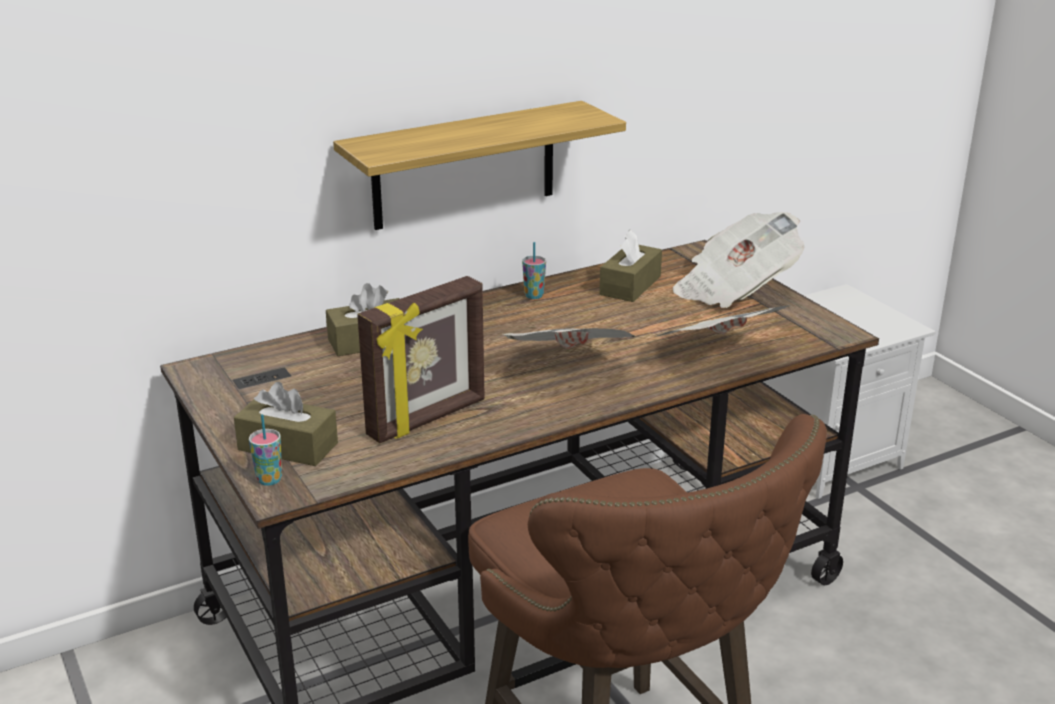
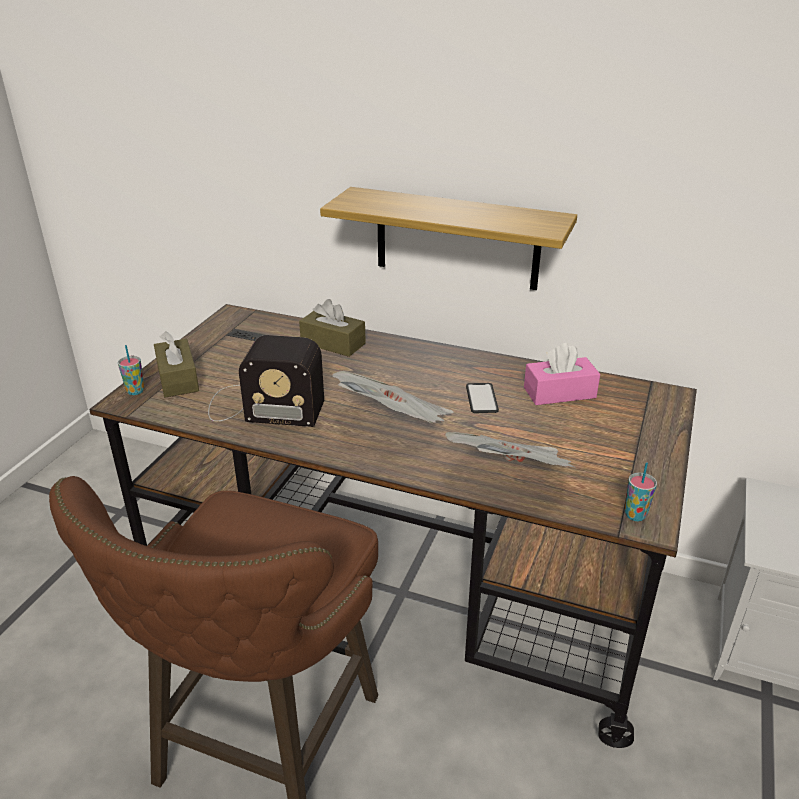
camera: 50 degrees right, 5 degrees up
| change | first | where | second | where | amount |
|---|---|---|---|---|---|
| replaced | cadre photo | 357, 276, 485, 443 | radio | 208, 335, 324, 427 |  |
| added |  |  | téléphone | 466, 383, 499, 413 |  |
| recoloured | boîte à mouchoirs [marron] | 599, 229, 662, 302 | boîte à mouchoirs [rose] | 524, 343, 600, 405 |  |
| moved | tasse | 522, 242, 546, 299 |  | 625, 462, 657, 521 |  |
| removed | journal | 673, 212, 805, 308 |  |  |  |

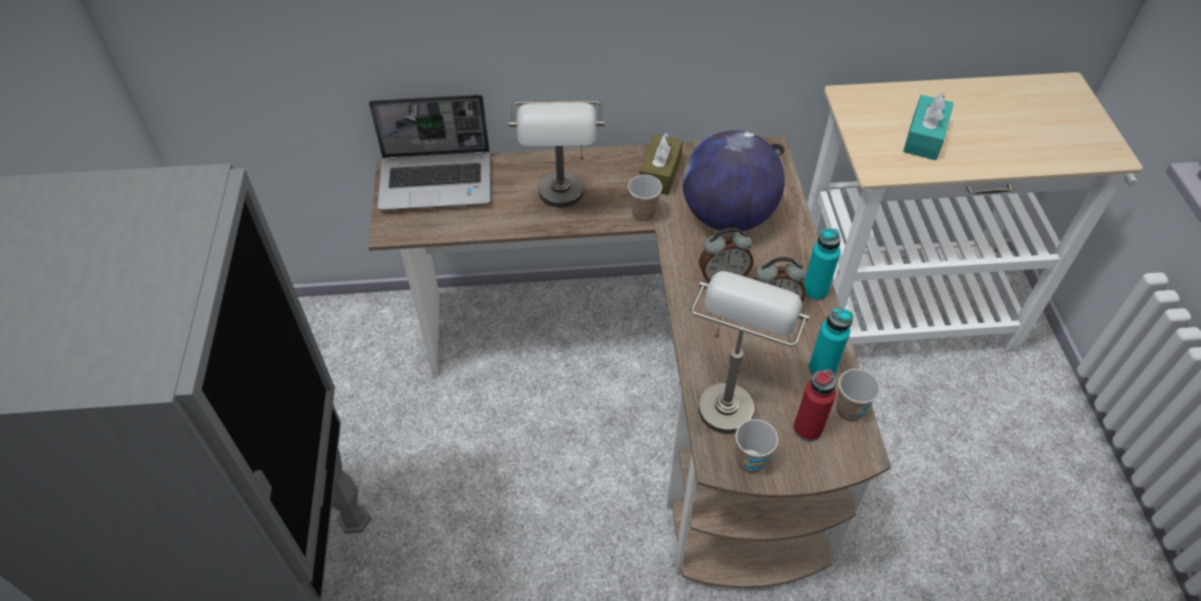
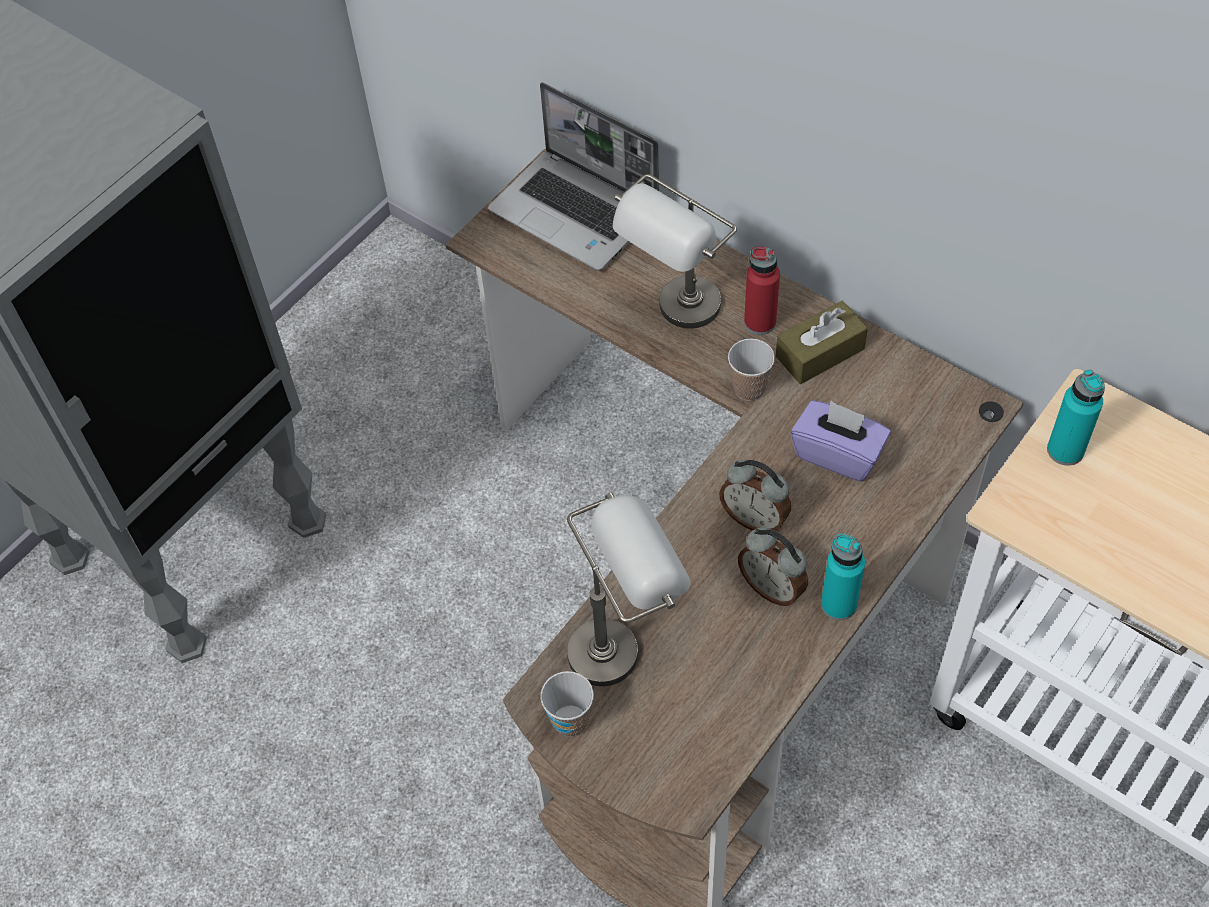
camera: 45 degrees right, 5 degrees up
| change | first | where | second | where | amount |
|---|---|---|---|---|---|
| moved | bouteille [rouge] | 793, 369, 836, 442 |  | 744, 247, 780, 335 |  |
| replaced | globe | 682, 130, 785, 232 | boîte à mouchoirs [violet] | 791, 400, 891, 481 |  |
| moved | bouteille [turquoise] | 809, 307, 853, 376 |  | 1047, 370, 1105, 466 |  |
| removed | tasse | 836, 369, 880, 422 |  |  |  |
| removed | boîte à mouchoirs [turquoise] | 903, 92, 954, 160 |  |  |  |

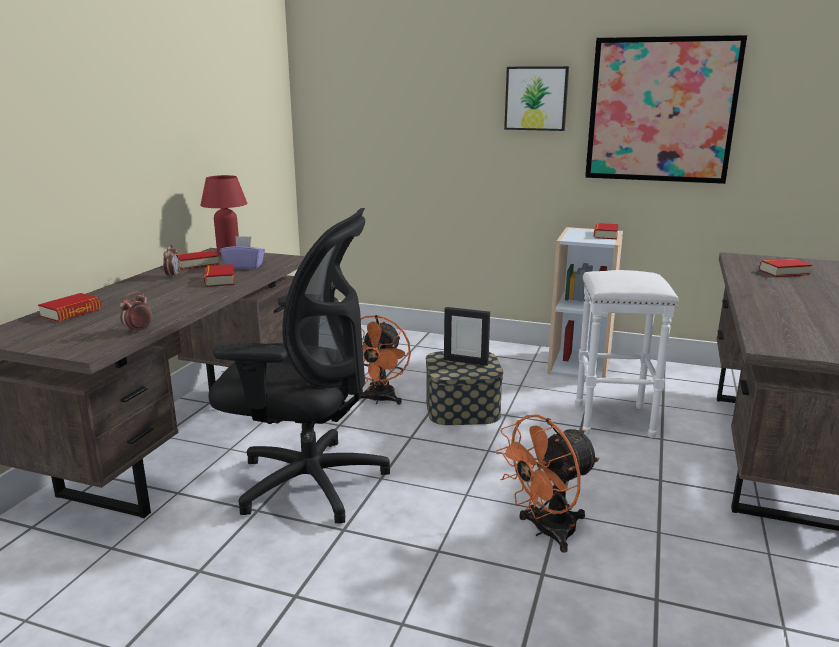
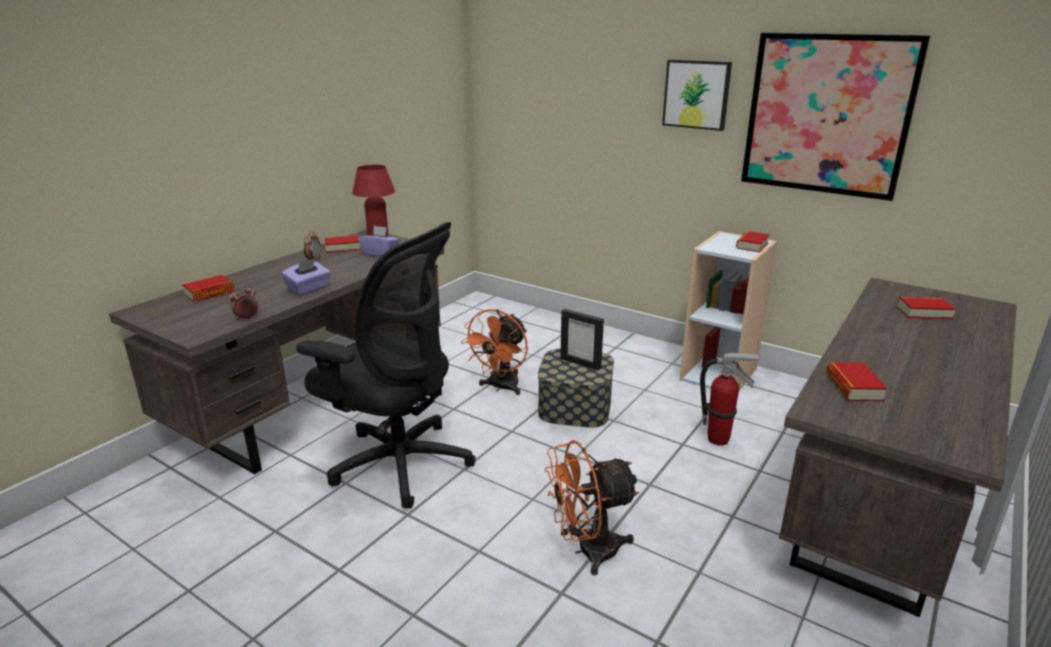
camera: 15 degrees right, 5 degrees up
| change | first | where | second | where | amount |
|---|---|---|---|---|---|
| added |  |  | boîte à mouchoirs [violet] | 281, 259, 330, 296 |  |
| replaced | tabouret [blanc] | 576, 270, 678, 438 | extincteur | 700, 353, 761, 445 |  |
| moved | livre | 204, 264, 234, 287 |  | 826, 362, 887, 401 |  |

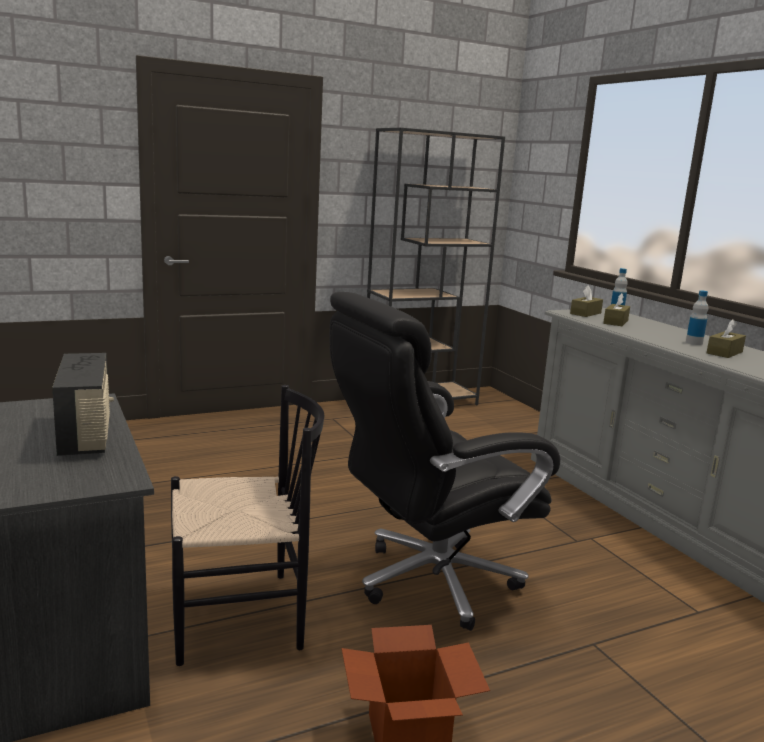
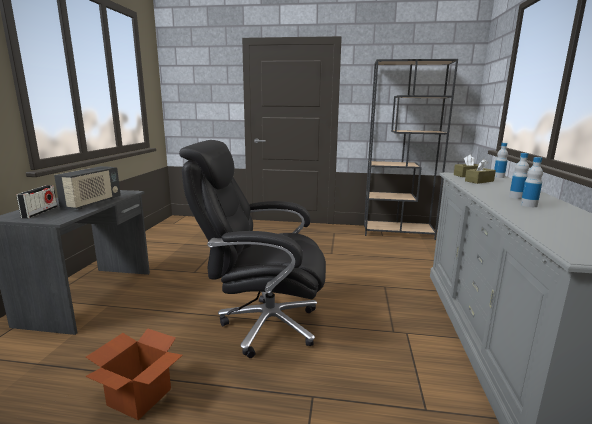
camera: 35 degrees right, 0 degrees up
| change | first | where | second | where | amount |
|---|---|---|---|---|---|
| added |  |  | radio | 16, 185, 57, 219 |  |
| replaced | boîte à mouchoirs [marron] | 707, 319, 746, 358 | bouteille | 521, 157, 543, 207 |  |
| removed | chaise [noir] | 171, 385, 324, 666 |  |  |  |

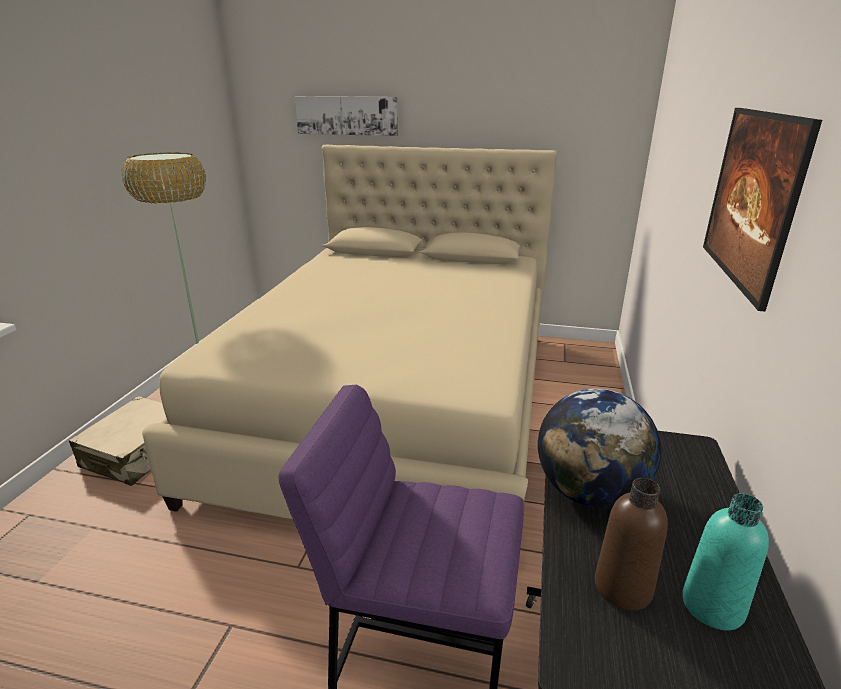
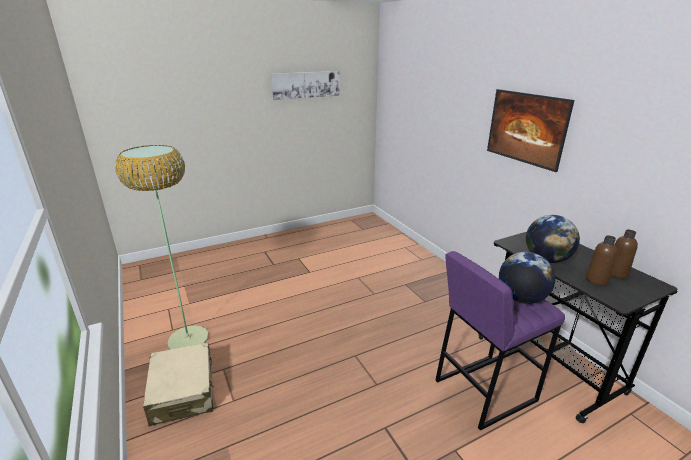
camera: 40 degrees left, 0 degrees up
| change | first | where | second | where | amount |
|---|---|---|---|---|---|
| moved | tableau | 295, 96, 398, 136 |  | 271, 71, 340, 100 |  |
| added |  |  | globe | 499, 252, 555, 304 |  |
| recoloured | bouteille [turquoise] | 682, 493, 769, 630 | bouteille [marron] | 611, 230, 638, 278 |  |
| removed | lit [beige] | 142, 145, 557, 519 |  |  |  |

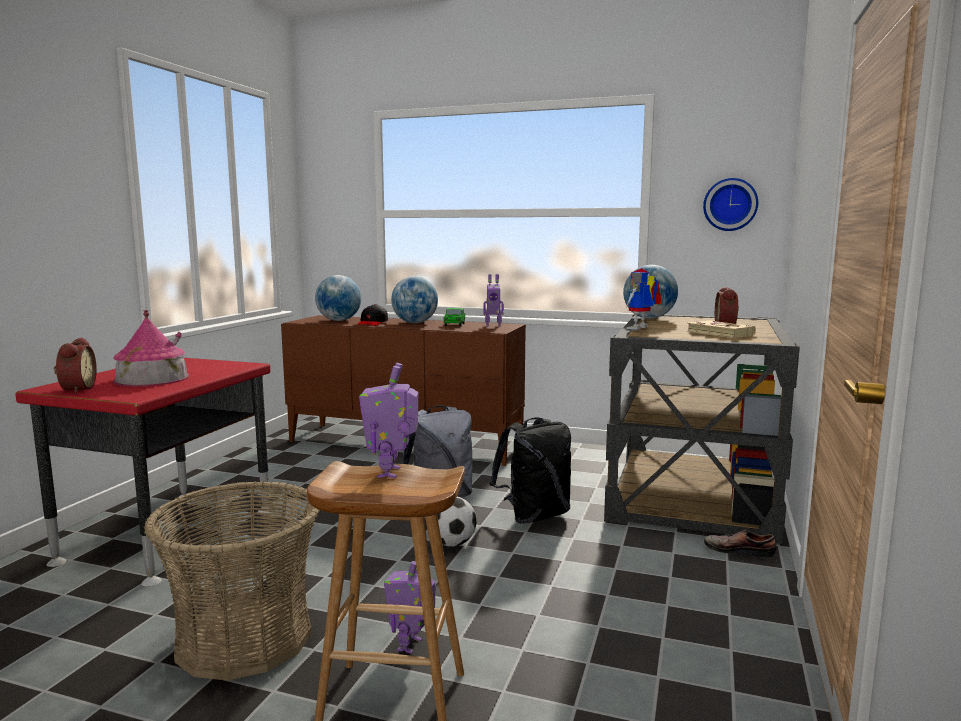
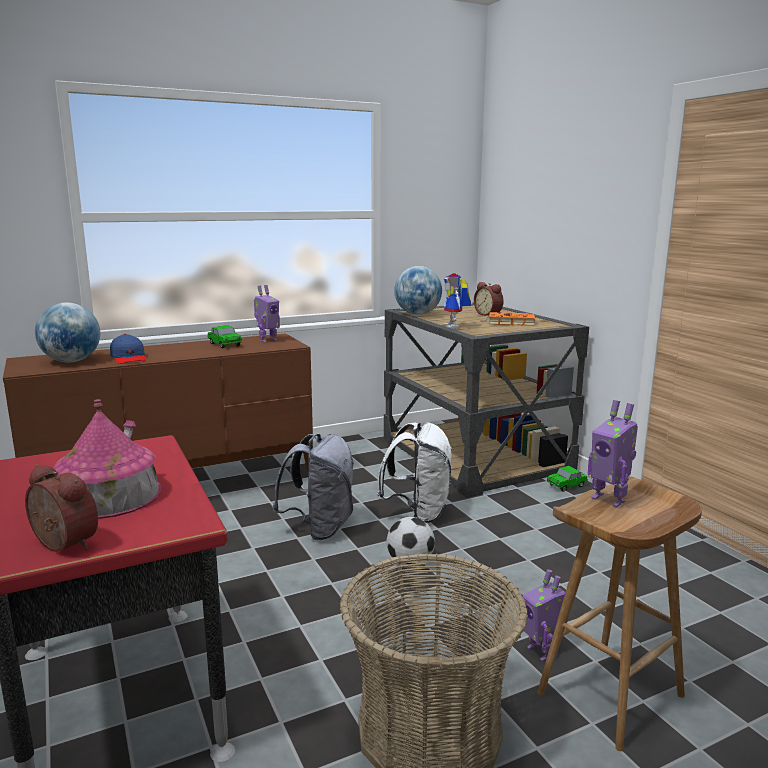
camera: 45 degrees left, 5 degrees up
| change | first | where | second | where | amount |
|---|---|---|---|---|---|
| recoloured | casquette [noir] | 357, 304, 388, 326 | casquette [bleu] | 110, 334, 146, 364 |  |
| recoloured | sac à dos [noir] | 490, 417, 571, 524 | sac à dos [blanc] | 377, 422, 453, 523 |  |
| recoloured | livre [beige] | 687, 320, 756, 338 | livre [orange] | 480, 312, 535, 326 |  |
| replaced | chaussure | 704, 530, 776, 558 | petite voiture | 547, 466, 588, 492 |  |
| removed | globe | 391, 276, 438, 323 |  |  |  |
| removed | horloge murale | 703, 178, 758, 231 |  |  |  |

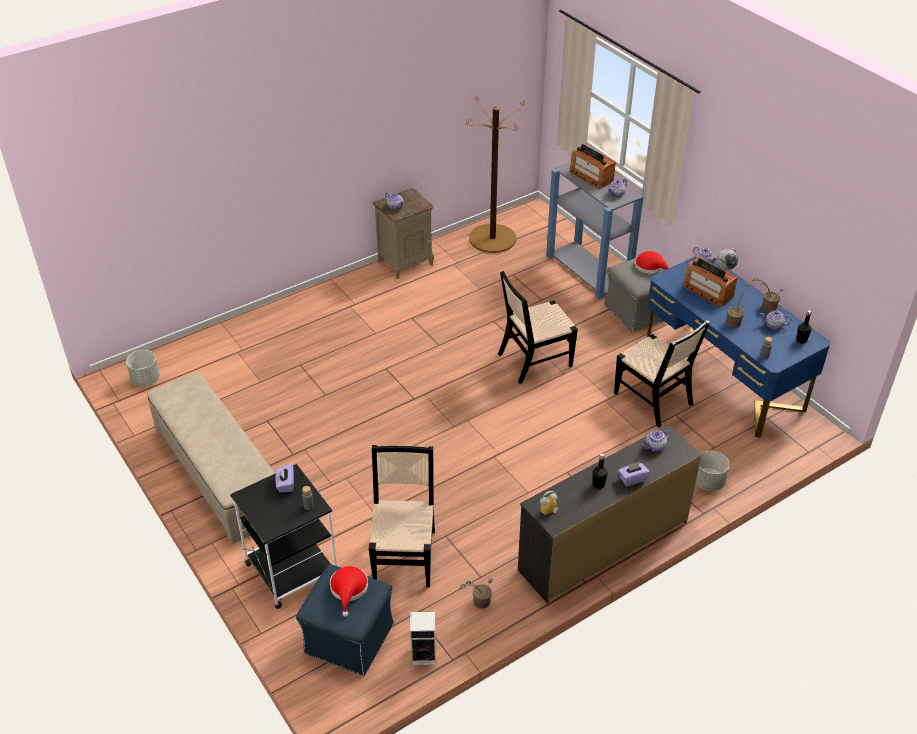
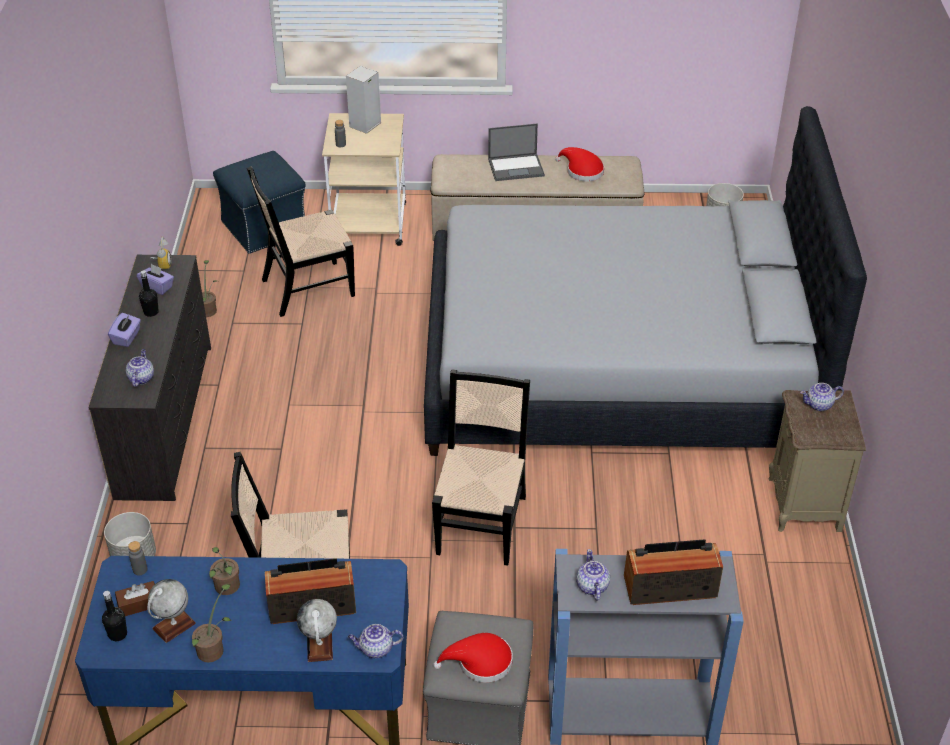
camera: 125 degrees right, 0 degrees up
| change | first | where | second | where | amount |
|---|---|---|---|---|---|
| added |  |  | boîte à mouchoirs [marron] | 115, 581, 155, 616 |  |
| moved | boîte à mouchoirs [violet] | 275, 464, 294, 493 |  | 137, 264, 174, 295 |  |
| replaced | théière | 760, 311, 792, 330 | globe | 147, 579, 196, 643 |  |
| turned | chaise | 369, 445, 435, 587 |  | 247, 166, 355, 317 | 120 degrees clockwise |
| recoloured | chariot [noir] | 230, 464, 337, 609 | chariot [beige] | 322, 113, 406, 246 |  |
| moved | enceinte | 410, 612, 436, 665 |  | 346, 66, 381, 134 |  |
| added |  |  | lit [gris] | 424, 106, 867, 456 |  |
| added |  |  | ordinateur portable | 488, 123, 545, 181 |  |
| moved | chapeau [rouge] | 330, 566, 368, 617 |  | 555, 147, 604, 181 |  |
| removed | portant [marron] | 466, 96, 525, 253 |  |  |  |

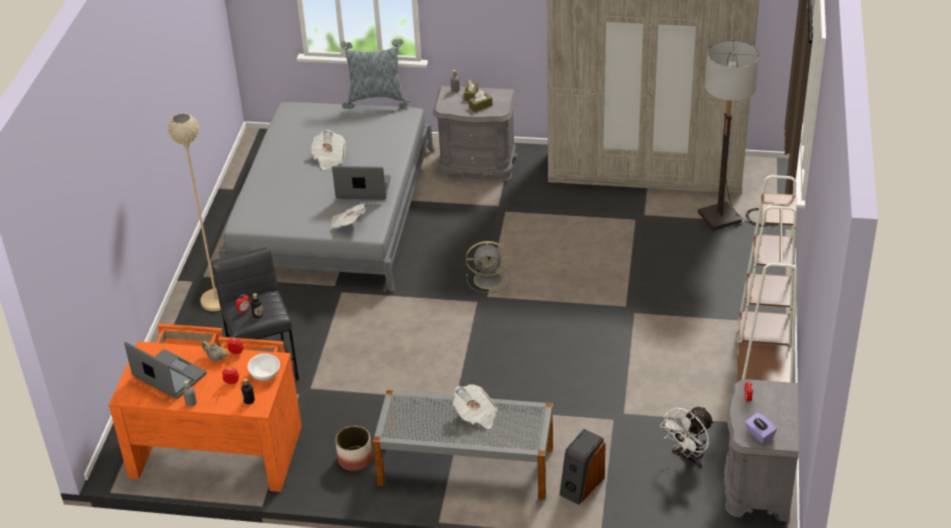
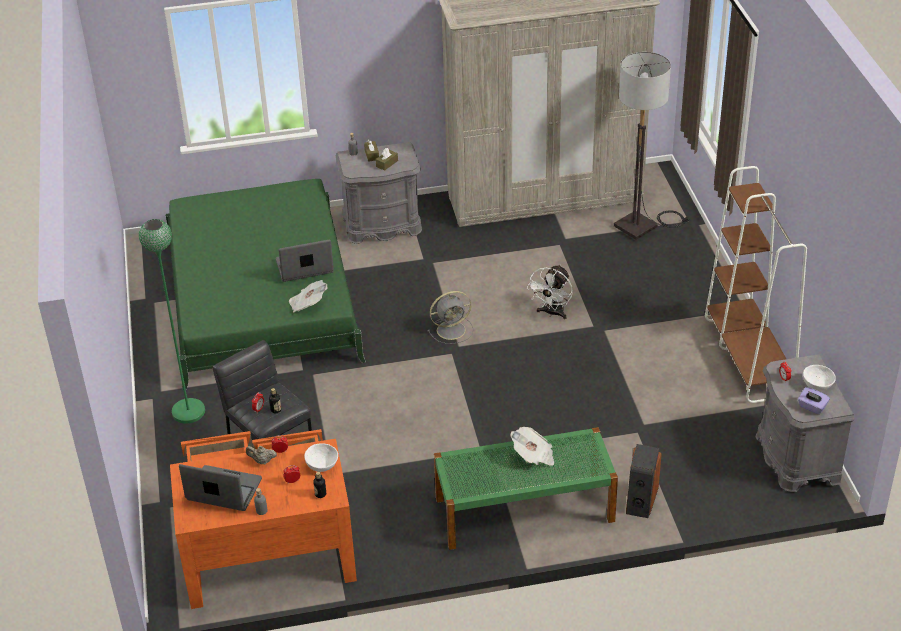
camera: 20 degrees left, 0 degrees up
| change | first | where | second | where | amount |
|---|---|---|---|---|---|
| recoloured | lampadaire [beige] | 168, 113, 221, 311 | lampadaire [vert] | 139, 219, 205, 424 |  |
| recoloured | lit [gris] | 219, 102, 435, 292 | lit [vert] | 165, 179, 366, 390 |  |
| recoloured | banc [gris] | 373, 390, 553, 500 | banc [vert] | 434, 427, 618, 550 |  |
| moved | ventilateur [blanc] | 660, 407, 714, 468 |  | 527, 265, 573, 319 |  |
| added |  |  | bol [blanc] | 803, 365, 836, 391 |  |
| removed | journal | 310, 130, 346, 170 |  |  |  |
| removed | cache-pot | 335, 426, 372, 471 |  |  |  |
| removed | coussin | 340, 39, 410, 109 |  |  |  |

